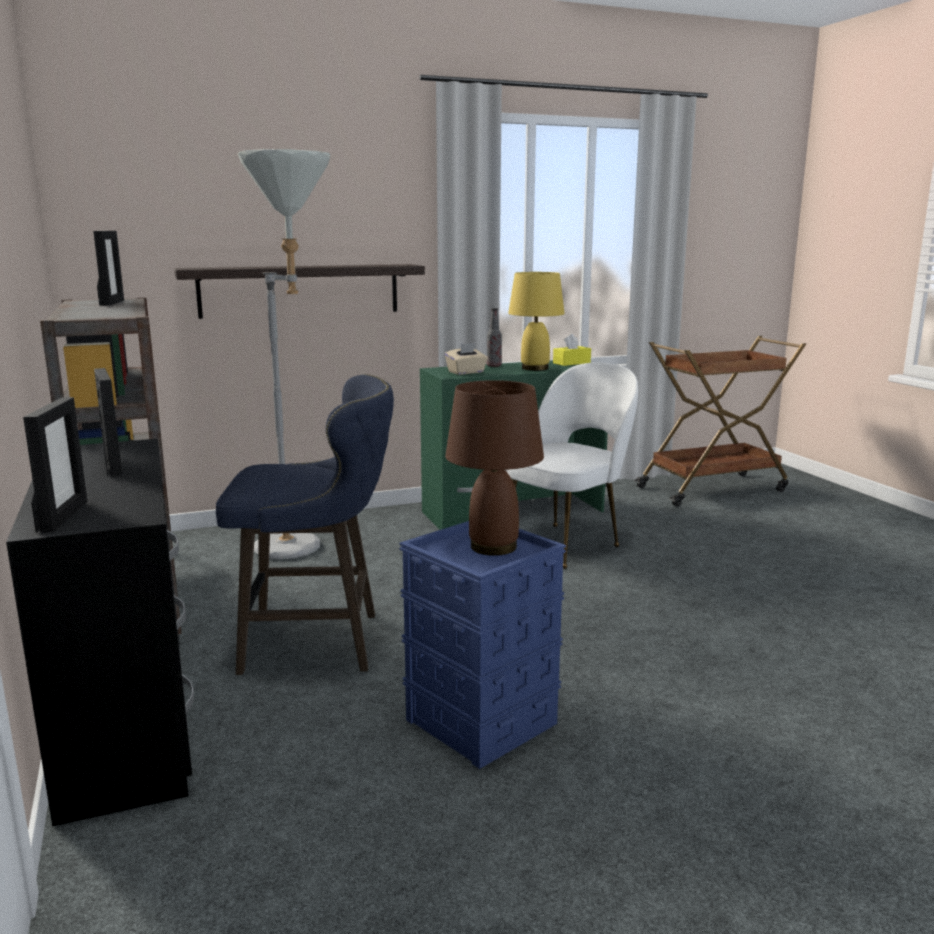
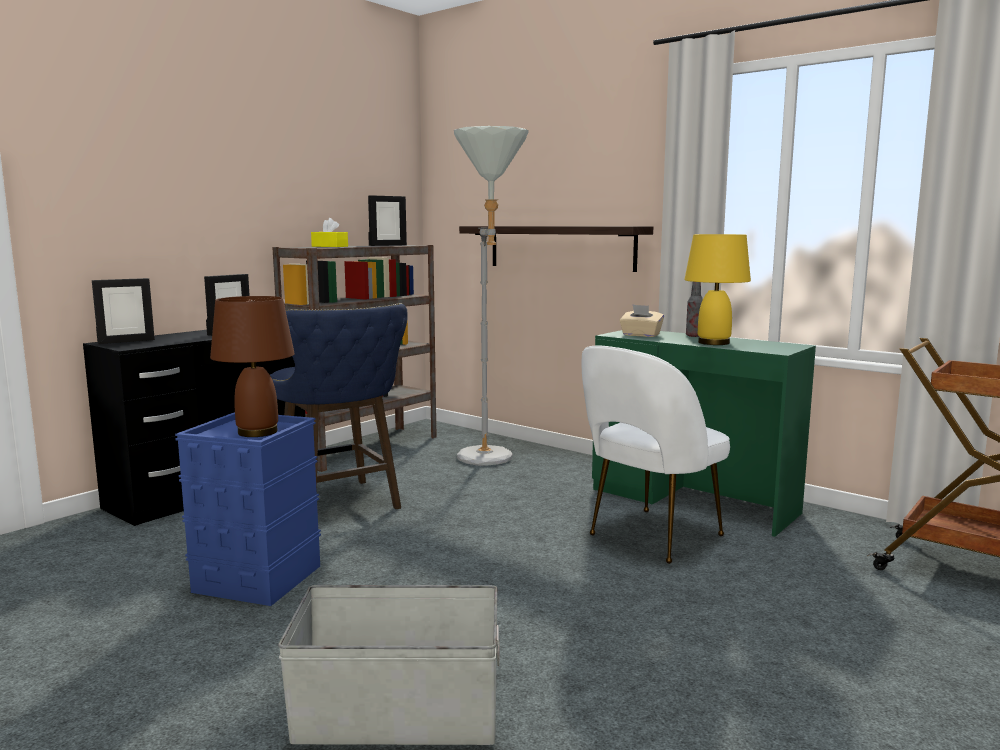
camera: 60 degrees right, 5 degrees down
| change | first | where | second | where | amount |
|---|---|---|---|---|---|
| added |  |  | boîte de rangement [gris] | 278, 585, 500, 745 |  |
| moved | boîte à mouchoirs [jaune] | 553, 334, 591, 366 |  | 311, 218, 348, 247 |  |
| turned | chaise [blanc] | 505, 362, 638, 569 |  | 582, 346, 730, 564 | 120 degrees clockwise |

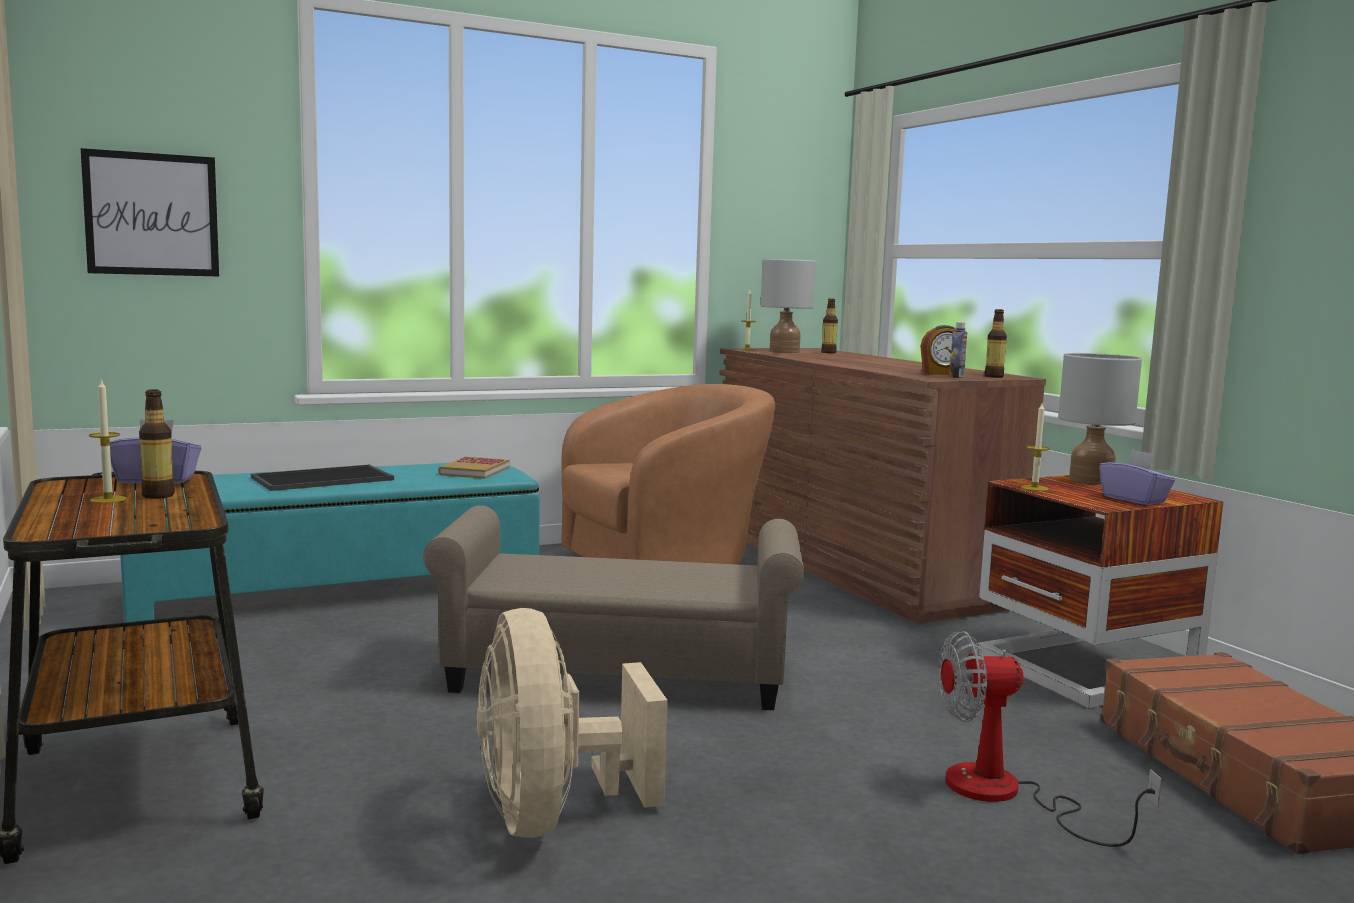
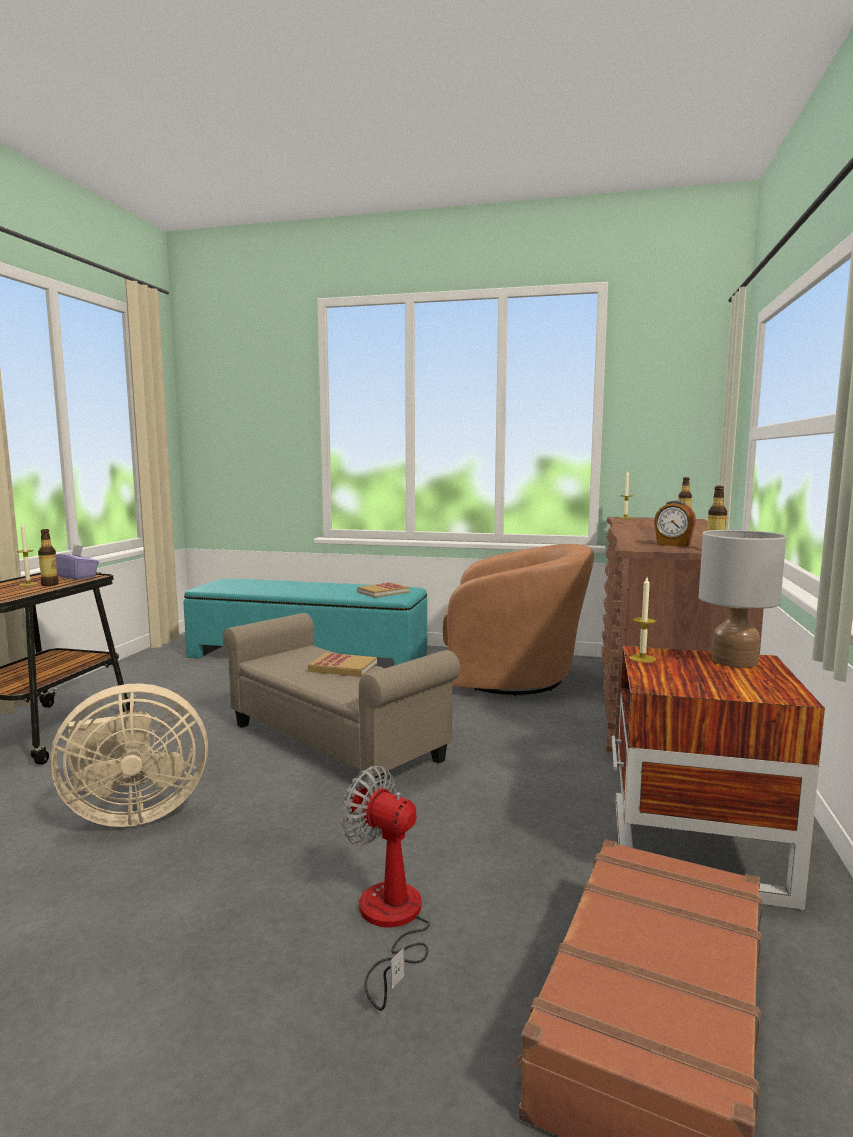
camera: 40 degrees right, 0 degrees up
| change | first | where | second | where | amount |
|---|---|---|---|---|---|
| turned | ventilateur [beige] | 477, 608, 668, 838 |  | 50, 683, 208, 827 | 135 degrees counterclockwise |
| added |  |  | livre | 308, 653, 377, 677 |  |
| removed | tableau | 81, 148, 219, 277 |  |  |  |
| removed | plateau | 251, 465, 394, 491 |  |  |  |
| removed | lampe de table [gris] | 761, 259, 815, 353 |  |  |  |
| removed | bouteille | 949, 322, 967, 378 |  |  |  |
| removed | boîte à mouchoirs [violet] | 1099, 450, 1175, 505 |  |  |  |

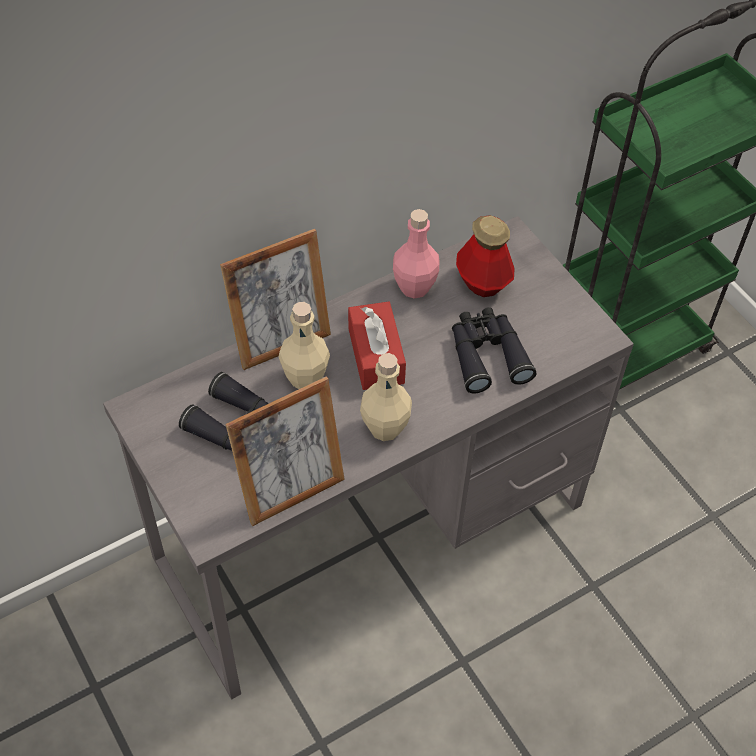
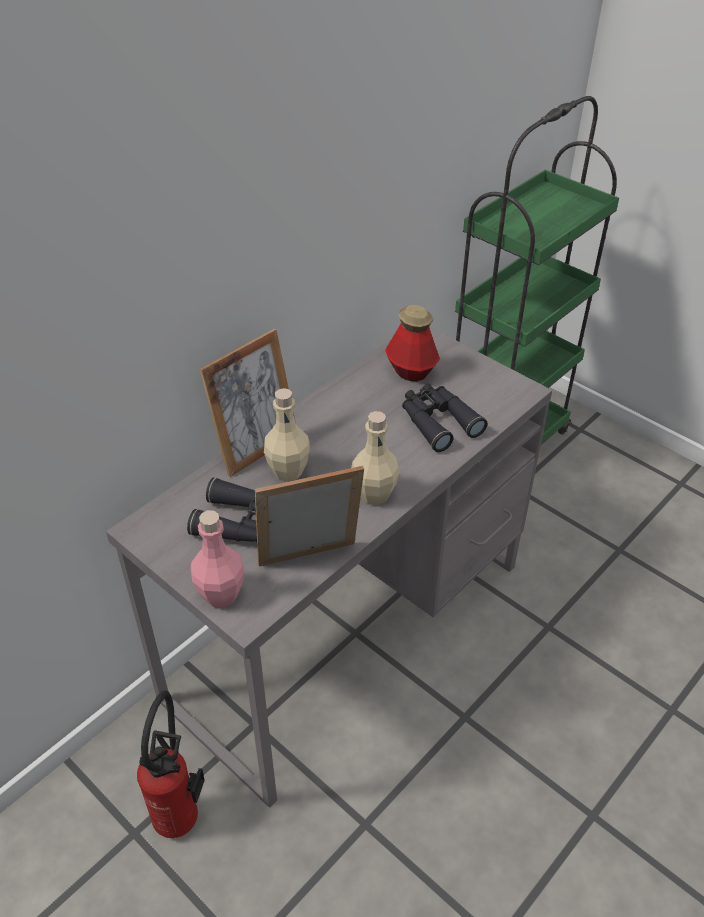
camera: 15 degrees left, 10 degrees down
| change | first | where | second | where | amount |
|---|---|---|---|---|---|
| added |  |  | extincteur | 137, 691, 205, 838 |  |
| moved | bouteille [rose] | 393, 209, 439, 299 |  | 191, 510, 244, 608 |  |
| turned | cadre photo | 226, 376, 345, 526 |  | 255, 466, 364, 566 | 150 degrees counterclockwise |
| removed | boîte à mouchoirs [rouge] | 348, 301, 406, 390 |  |  |  |

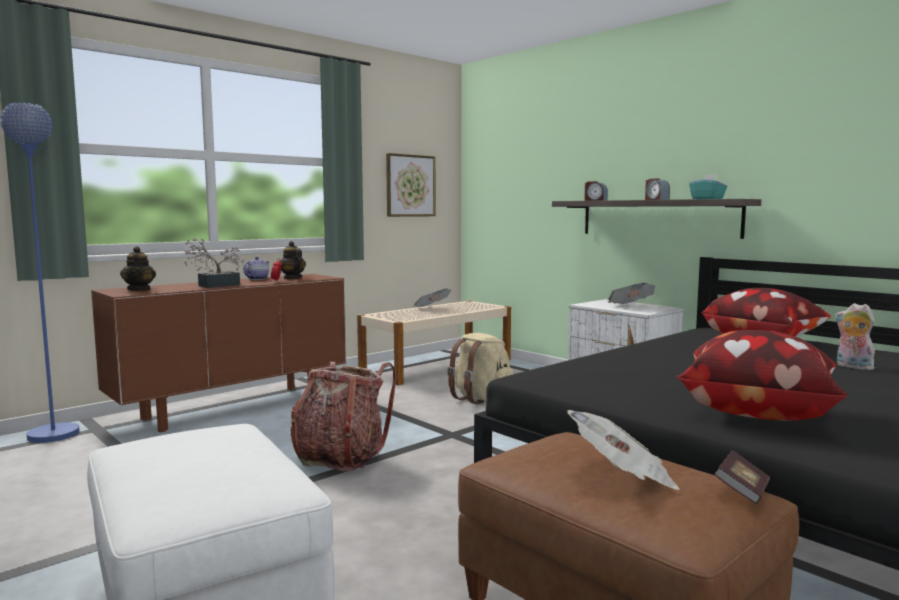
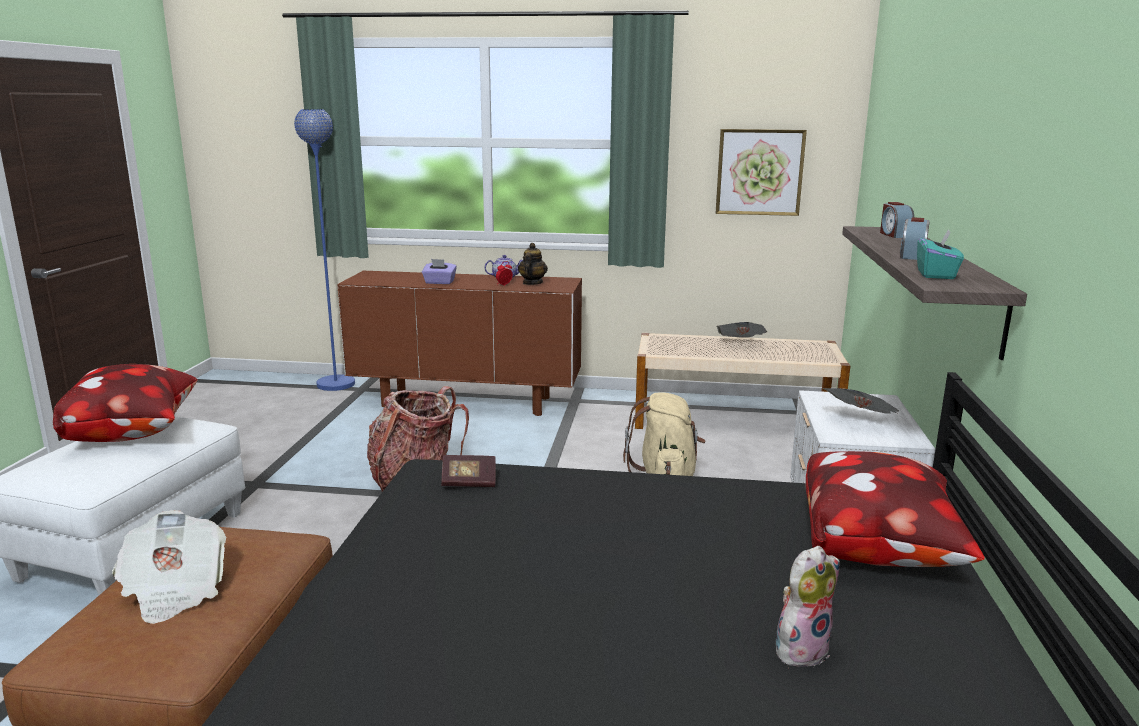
camera: 50 degrees right, 10 degrees up
| change | first | where | second | where | amount |
|---|---|---|---|---|---|
| moved | coussin | 675, 330, 848, 421 |  | 53, 364, 198, 442 |  |
| replaced | plante en pot | 184, 238, 245, 288 | boîte à mouchoirs [violet] | 422, 259, 457, 284 |  |
| moved | livre | 715, 451, 770, 504 |  | 441, 455, 496, 487 |  |
| turned | peluche | 835, 303, 875, 370 |  | 775, 546, 840, 667 | 45 degrees clockwise |
| removed | théière | 120, 246, 156, 291 |  |  |  |

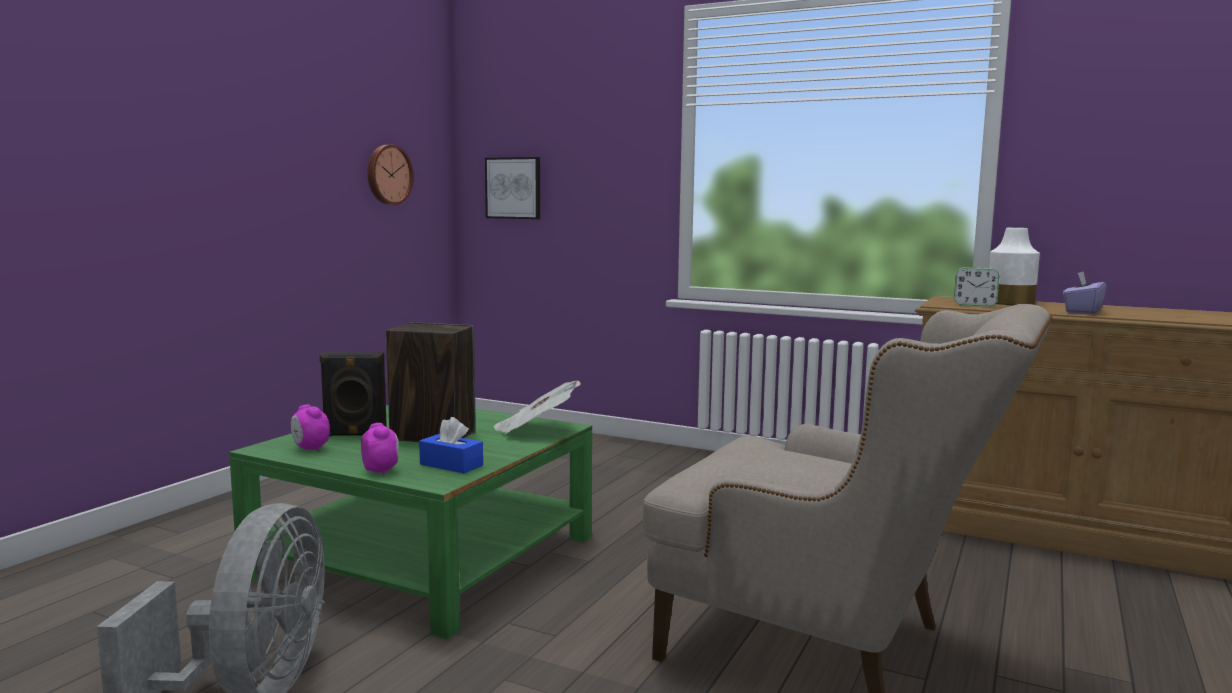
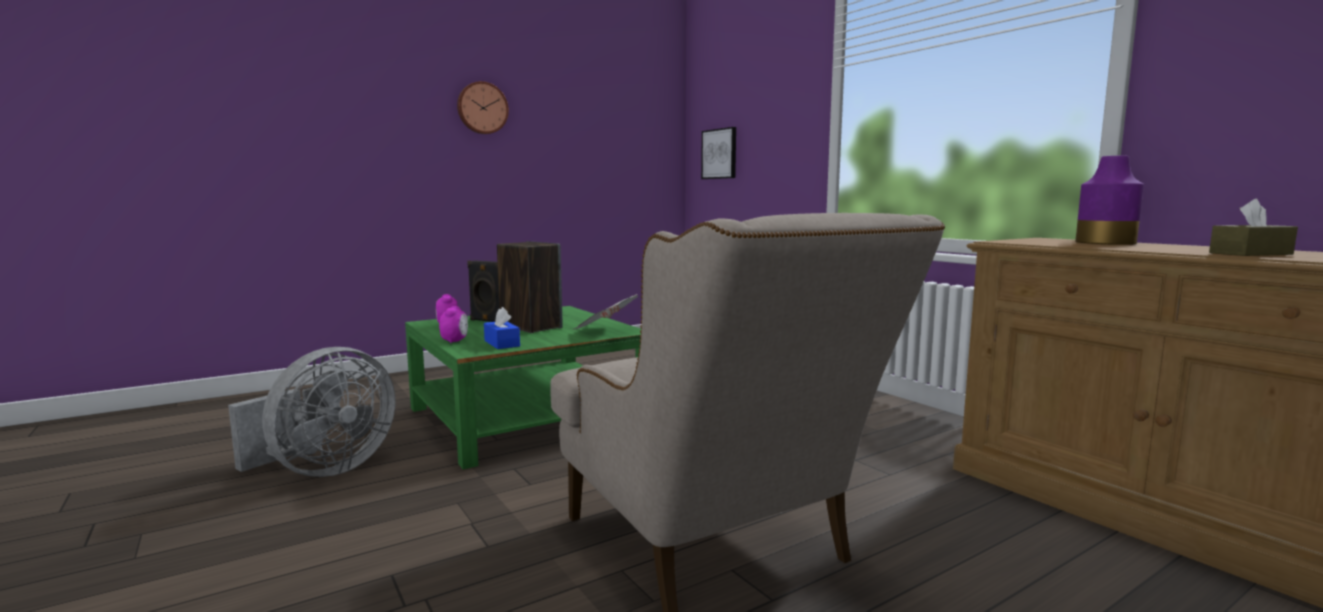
camera: 30 degrees right, 0 degrees up
| change | first | where | second | where | amount |
|---|---|---|---|---|---|
| moved | horloge murale | 367, 145, 414, 205 |  | 457, 81, 509, 134 |  |
| recoloured | vase [blanc] | 989, 228, 1040, 305 | vase [violet] | 1075, 156, 1144, 245 |  |
| added |  |  | boîte à mouchoirs [marron] | 1209, 199, 1298, 256 |  |
| removed | réveil | 954, 267, 1000, 307 |  |  |  |
| removed | boîte à mouchoirs [violet] | 1063, 272, 1106, 314 |  |  |  |

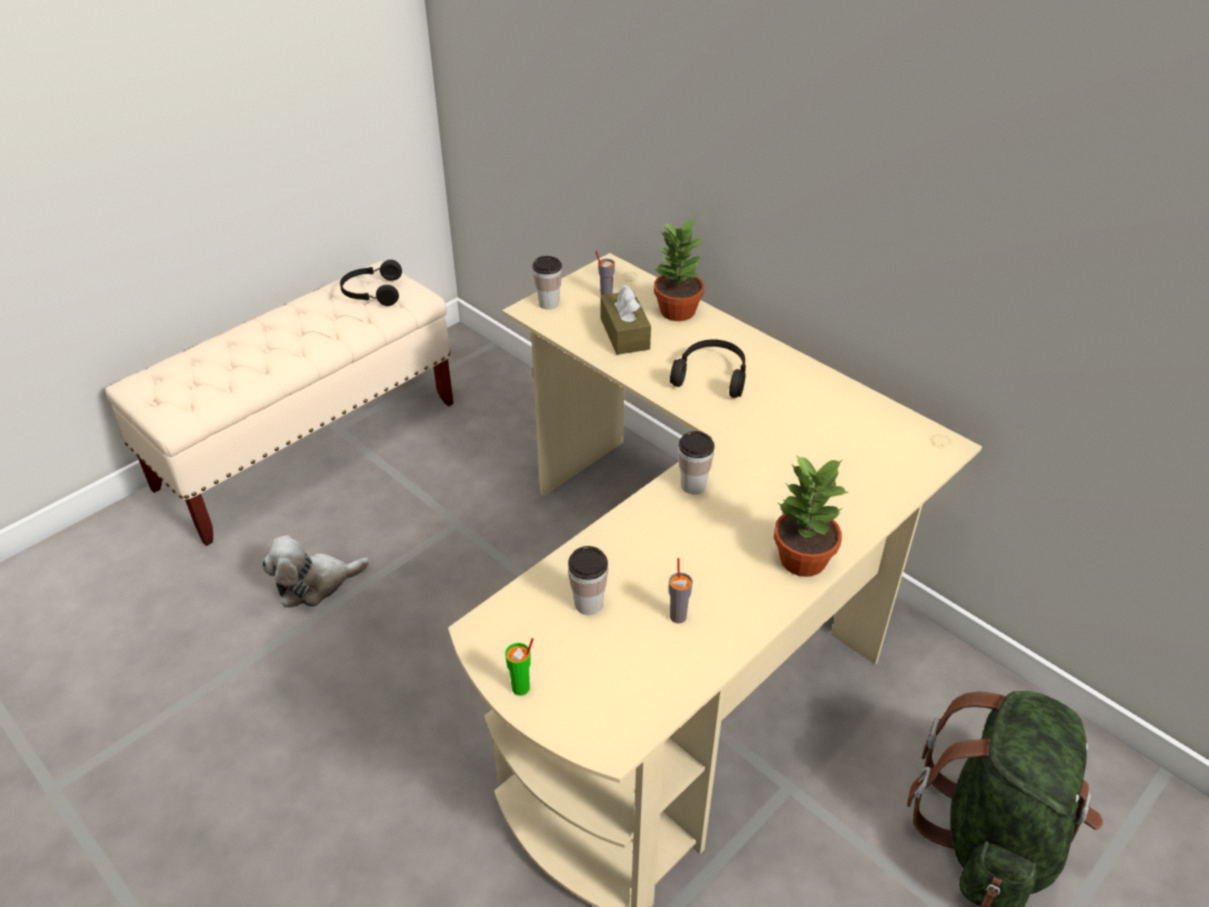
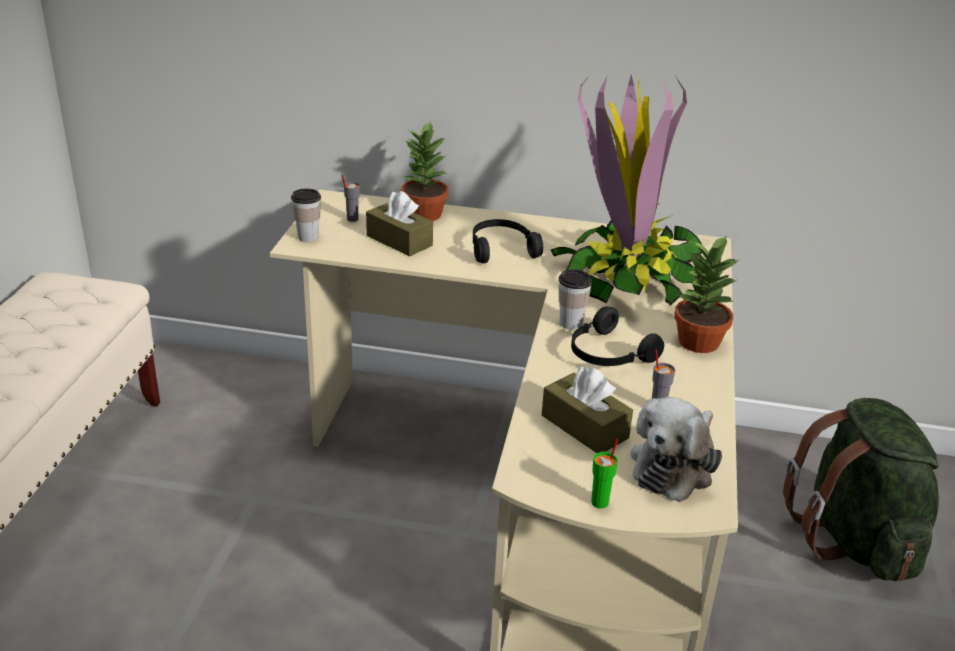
camera: 35 degrees left, 10 degrees down
| change | first | where | second | where | amount |
|---|---|---|---|---|---|
| replaced | tasse | 568, 546, 608, 615 | boîte à mouchoirs [marron] | 542, 366, 633, 453 |  |
| added |  |  | plante en pot | 551, 72, 702, 306 |  |
| moved | casque audio [noir] | 340, 260, 402, 306 |  | 571, 307, 664, 366 |  |
| moved | peluche | 262, 535, 370, 608 |  | 630, 397, 722, 502 |  |

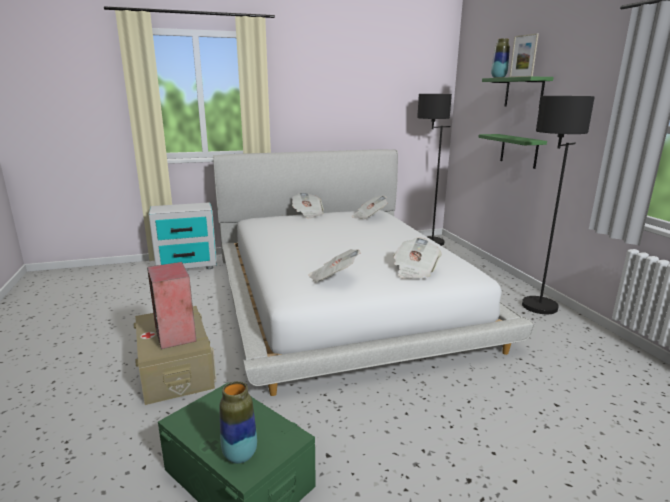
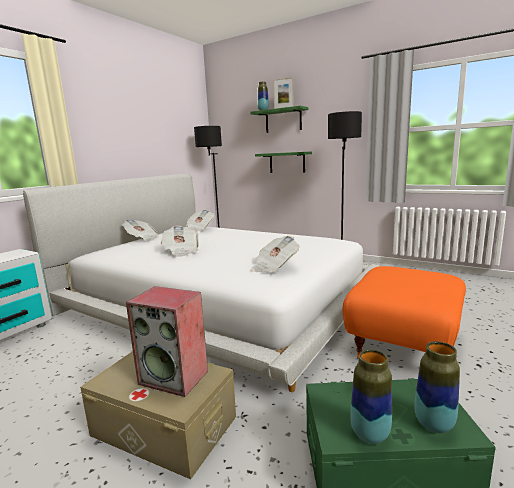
camera: 40 degrees left, 5 degrees down
| change | first | where | second | where | amount |
|---|---|---|---|---|---|
| moved | journal | 393, 237, 442, 279 |  | 161, 226, 199, 257 |  |
| added |  |  | pouf [orange] | 343, 266, 466, 358 |  |
| added |  |  | vase | 350, 349, 392, 444 |  |

